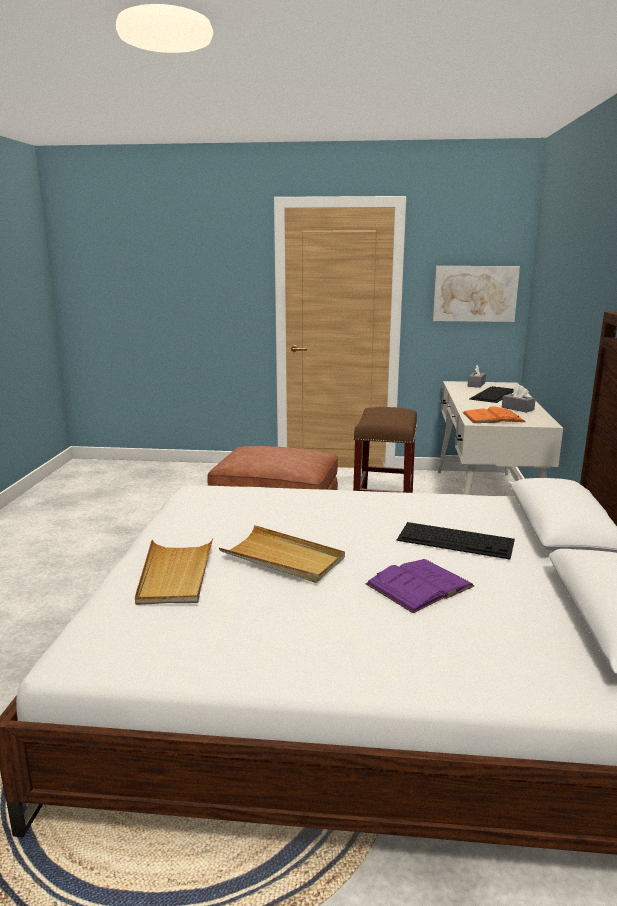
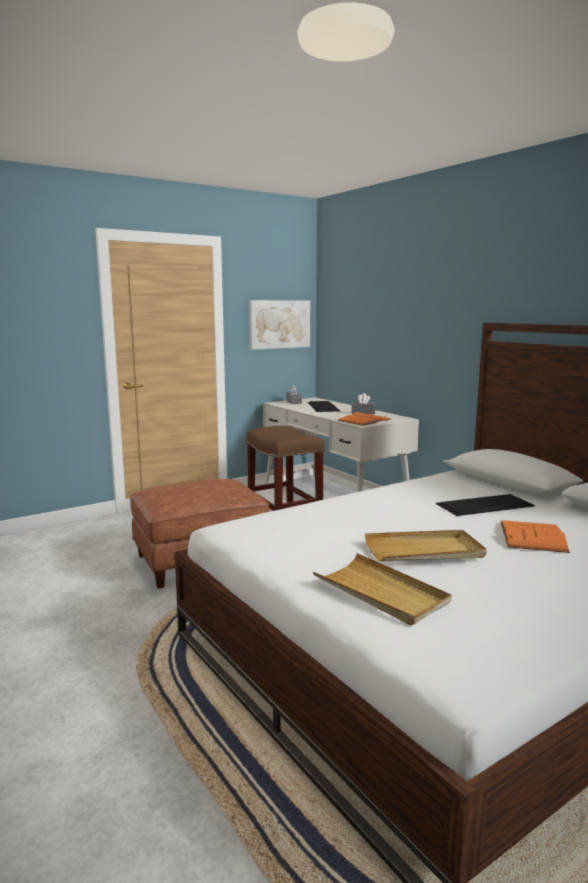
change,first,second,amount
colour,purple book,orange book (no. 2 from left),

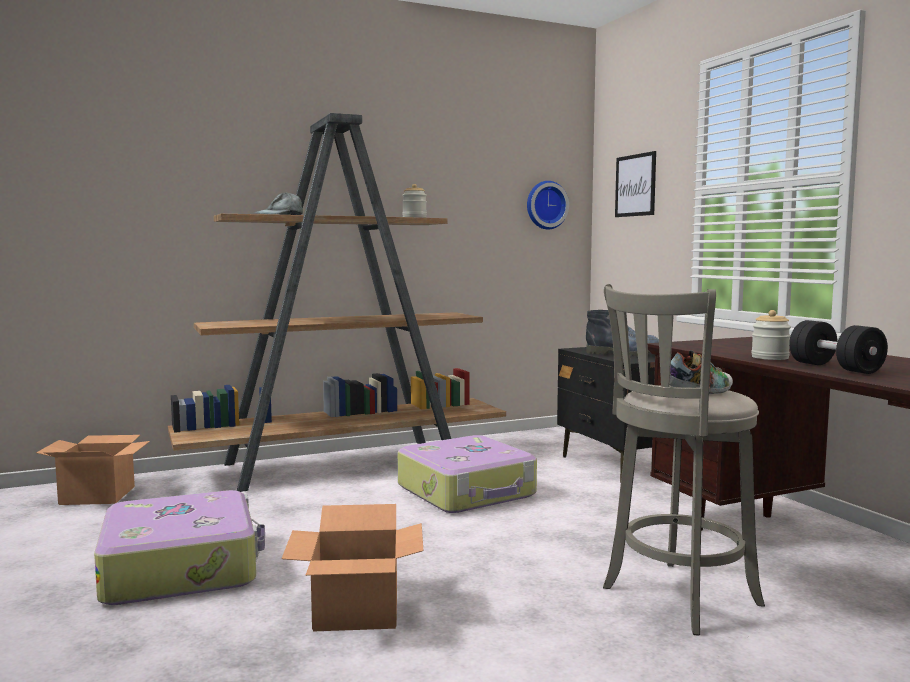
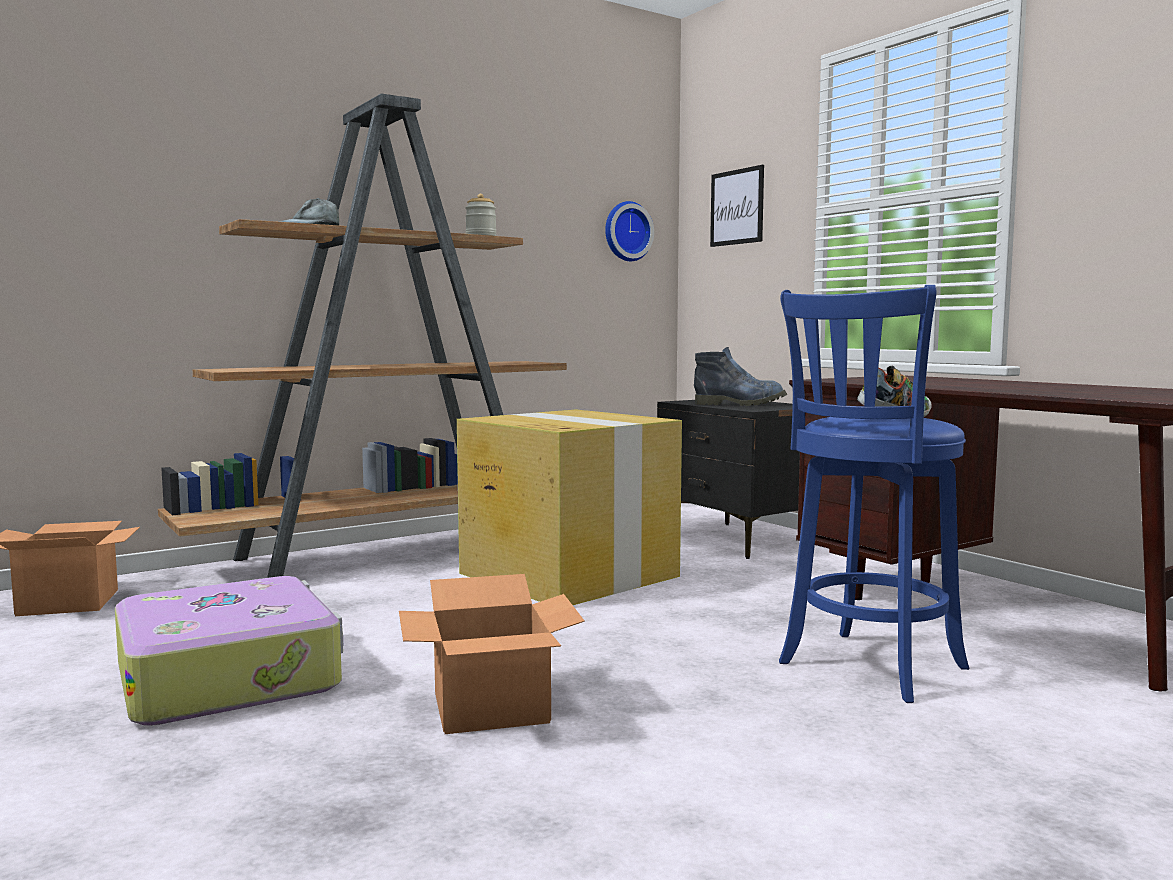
change,first,second,amount
colour,grey stool,blue stool,
missing,jar (no. 2 from left),,
missing,black dumbbell,,
exchanged,suitcase (no. 2 from left),cardboard box (no. 3 from left),

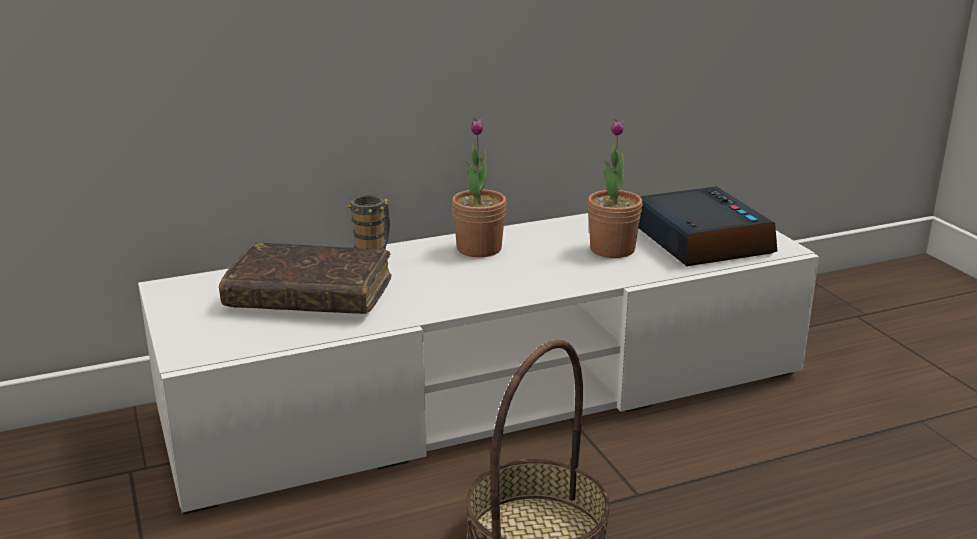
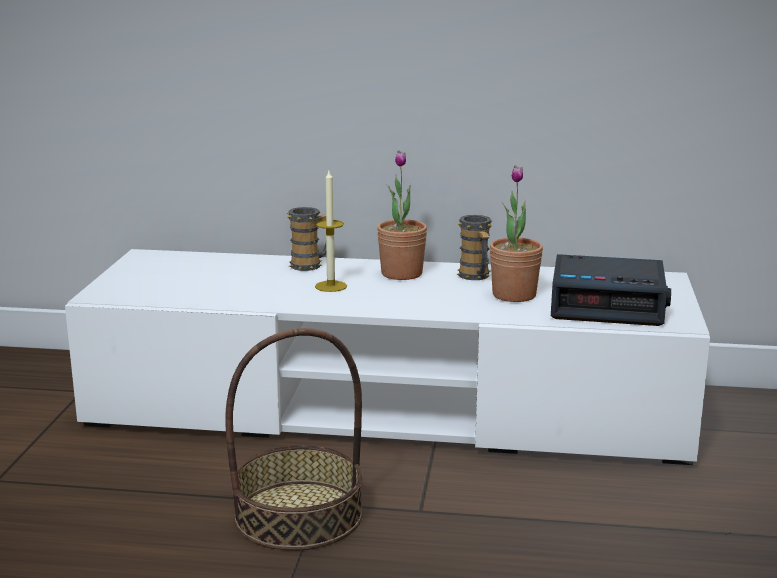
change,first,second,amount
spun,alarm clock,,90 degrees clockwise
missing,brown book,,
appeared,,candle,
appeared,,mug (no. 2 from left),

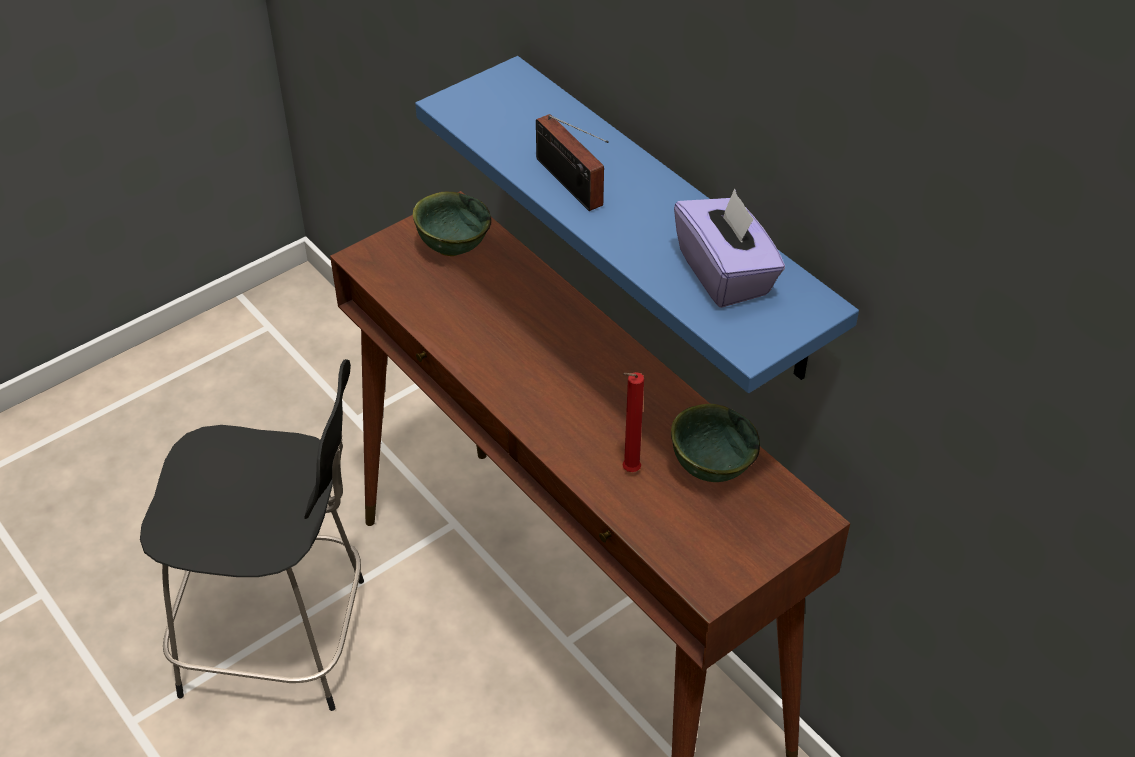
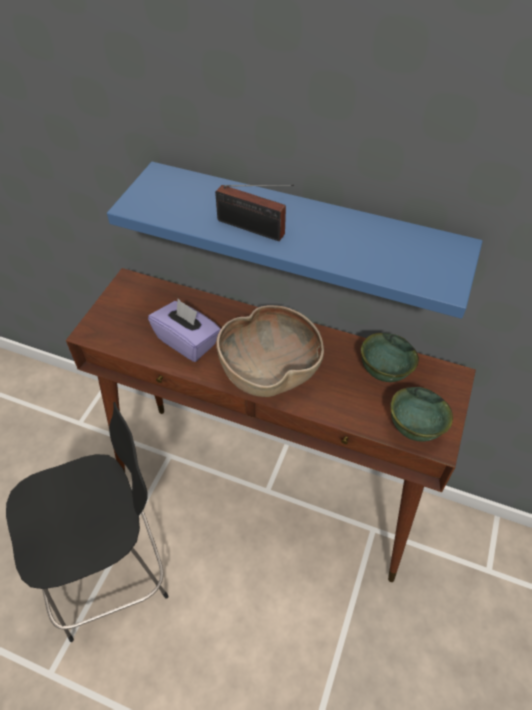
change,first,second,amount
relocated,purple tissue box,,
relocated,green bowl (no. 1 from left in the first image),green bowl (no. 2 from left),
missing,red candle,,
appeared,,brown bowl,

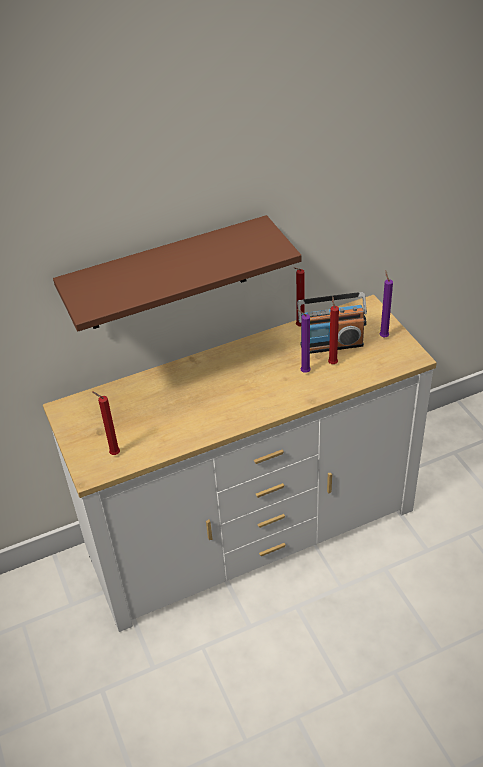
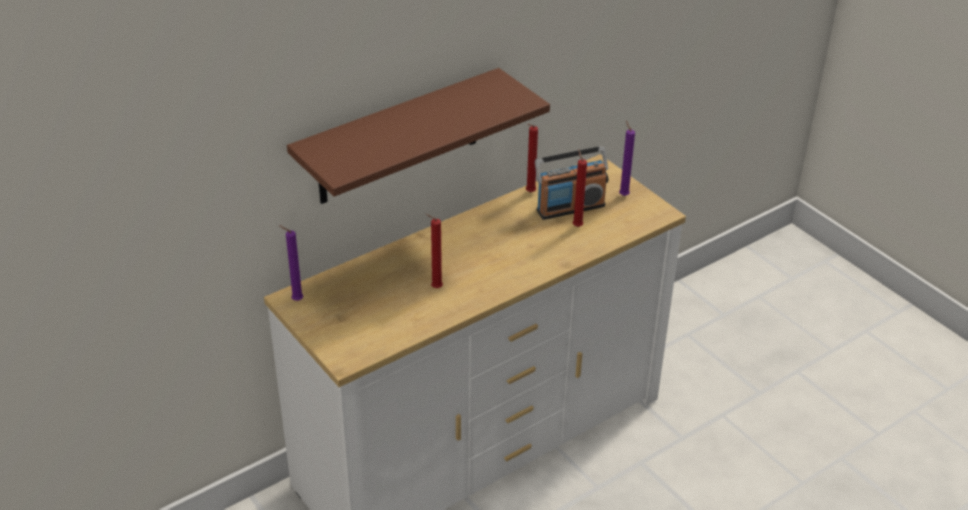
change,first,second,amount
relocated,purple candle (no. 1 from left),,
relocated,red candle (no. 1 from left),,

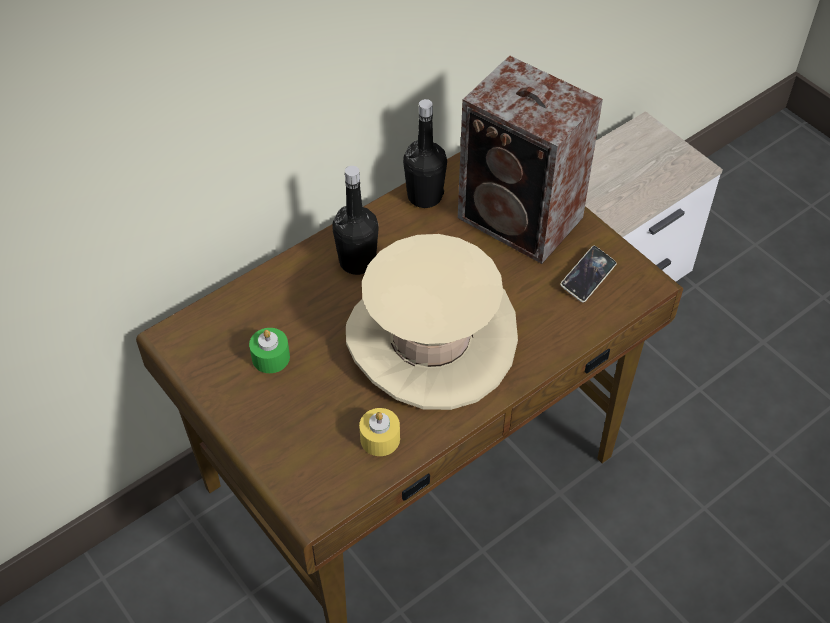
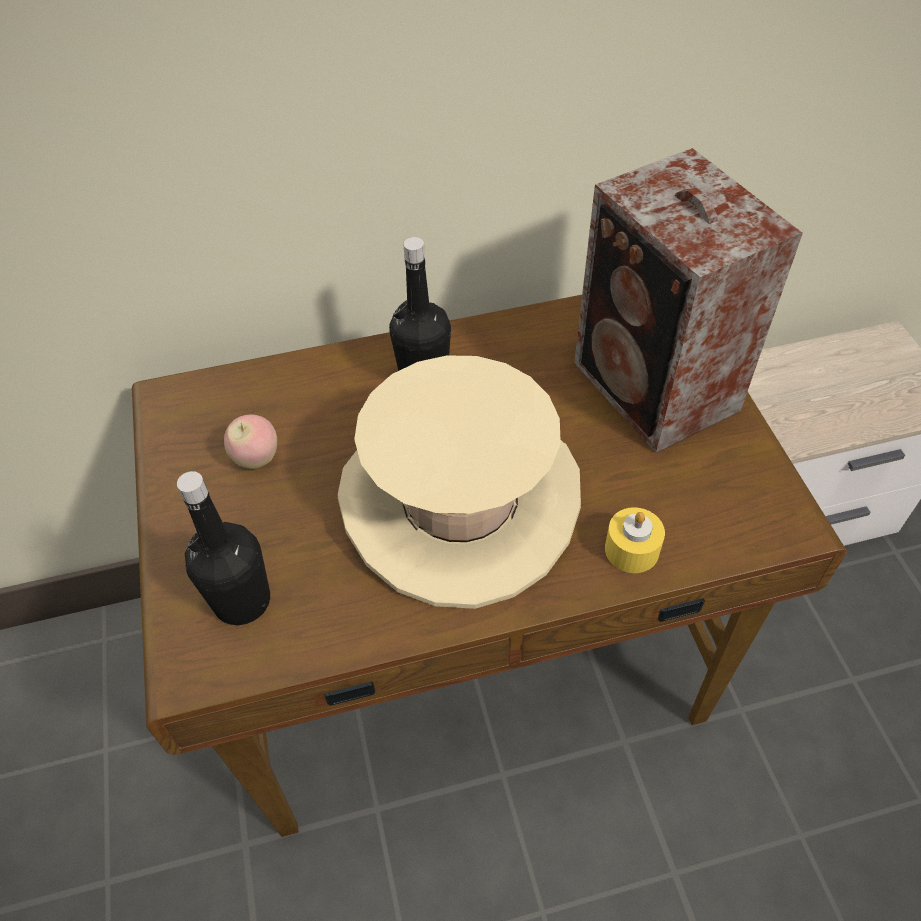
change,first,second,amount
relocated,black bottle (no. 2 from left in the first image),black bottle (no. 1 from left),
missing,phone,,
exchanged,green candle,apple,
relocated,yellow candle,,

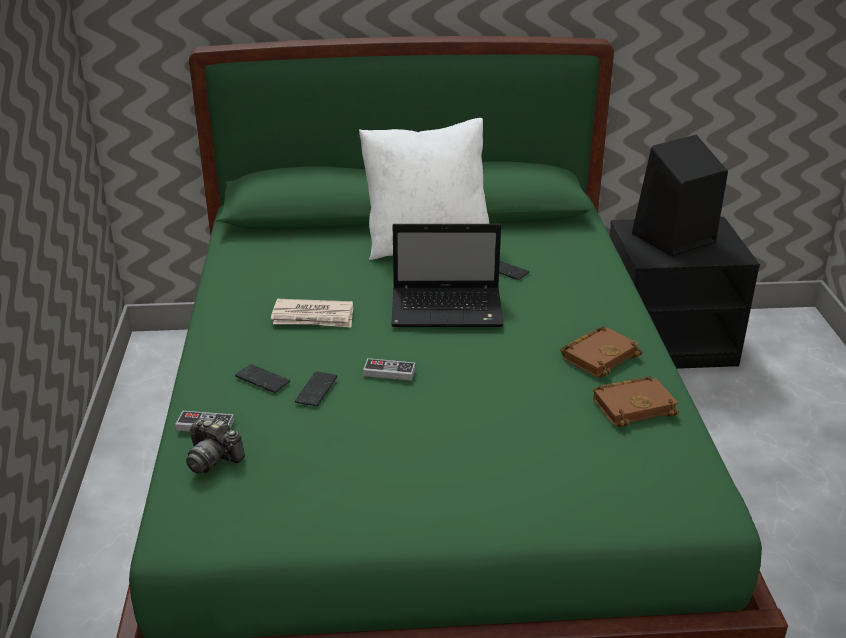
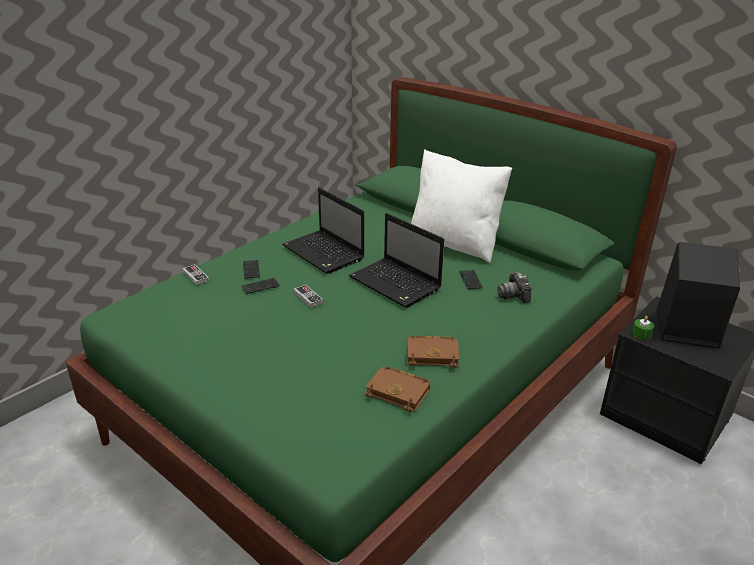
change,first,second,amount
exchanged,newspaper,laptop (no. 1 from left),
relocated,photo camera,,
appeared,,green candle,

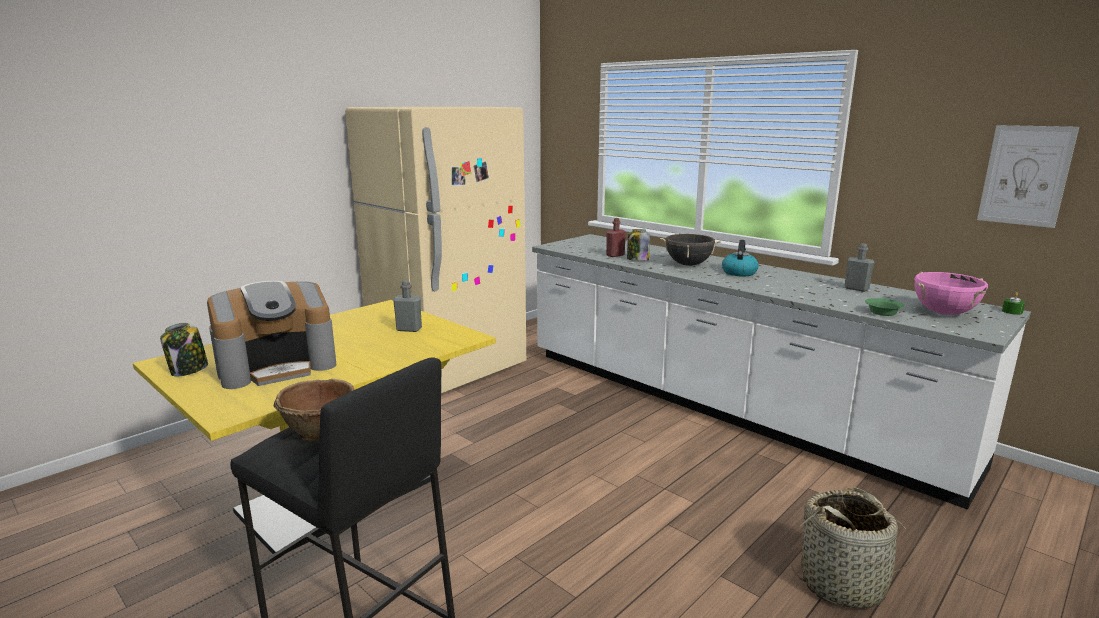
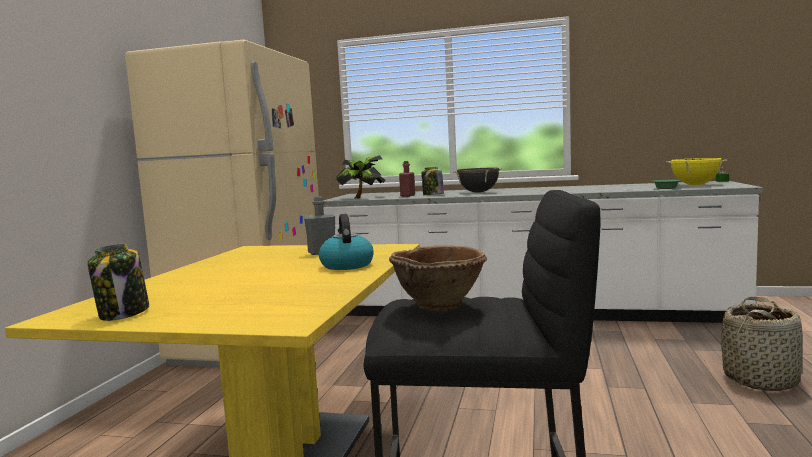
change,first,second,amount
missing,picture,,
relocated,kettle,,
missing,grey bottle (no. 2 from left),,
colour,pink cooking pot,yellow cooking pot,
missing,coffee machine,,
appeared,,potted plant,

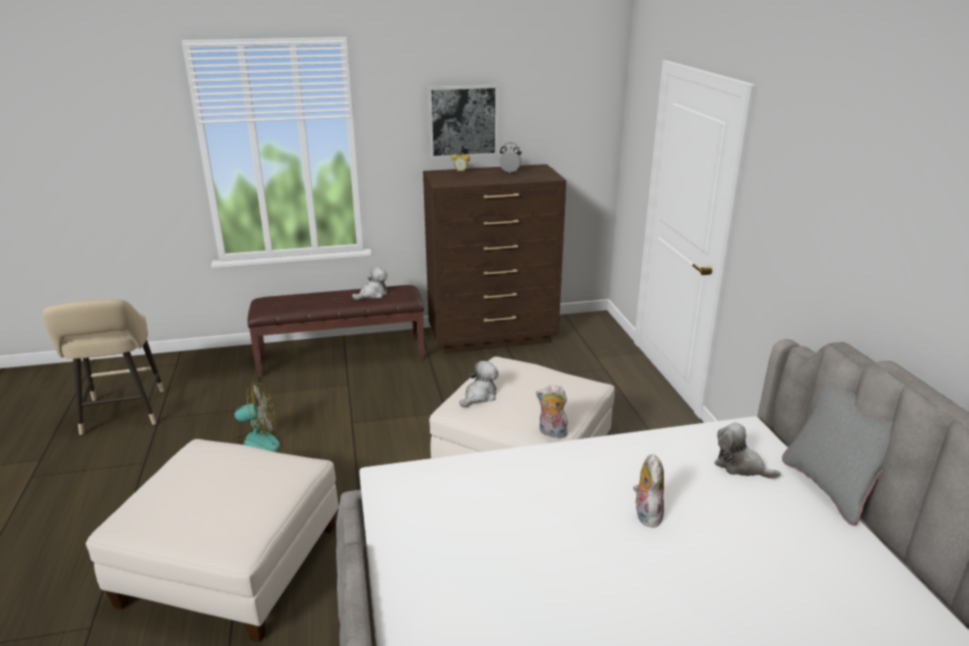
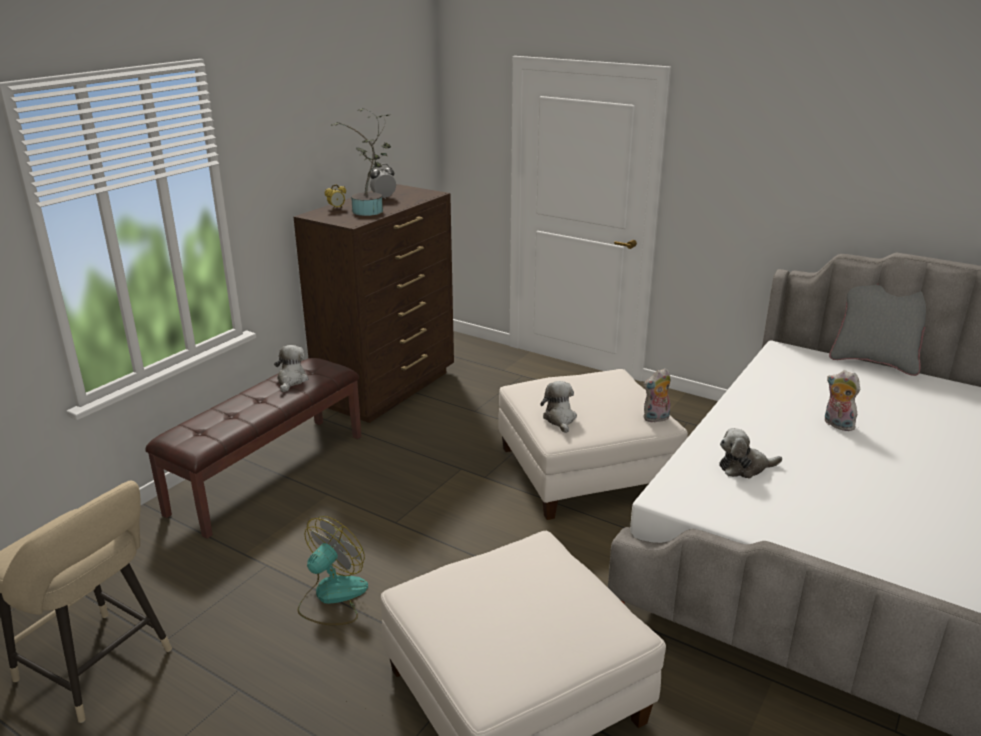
change,first,second,amount
missing,picture,,
relocated,plush toy (no. 5 from left in the first image),plush toy (no. 4 from left),
appeared,,potted plant,

